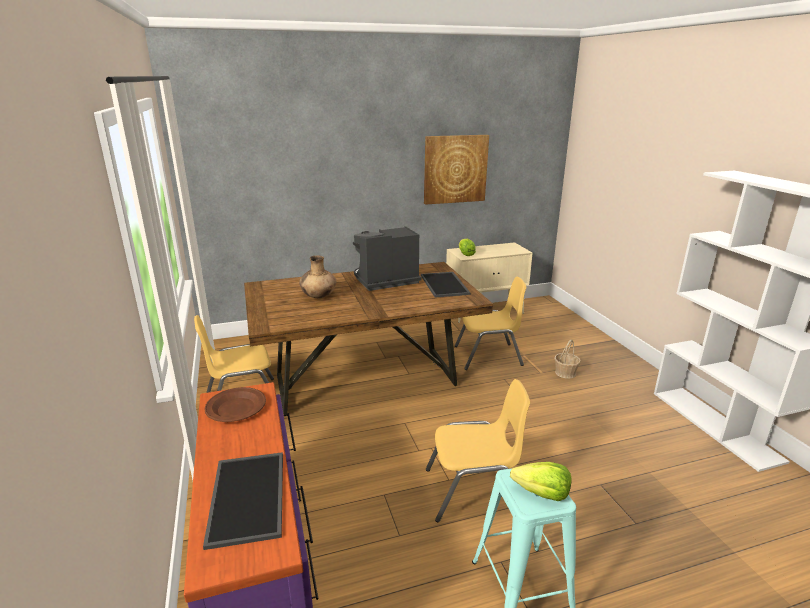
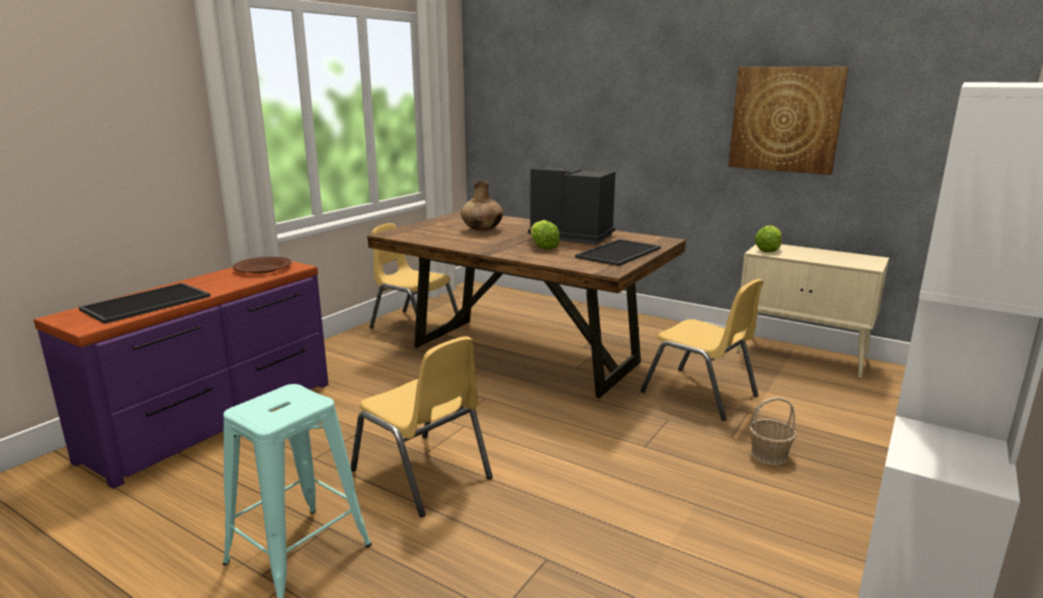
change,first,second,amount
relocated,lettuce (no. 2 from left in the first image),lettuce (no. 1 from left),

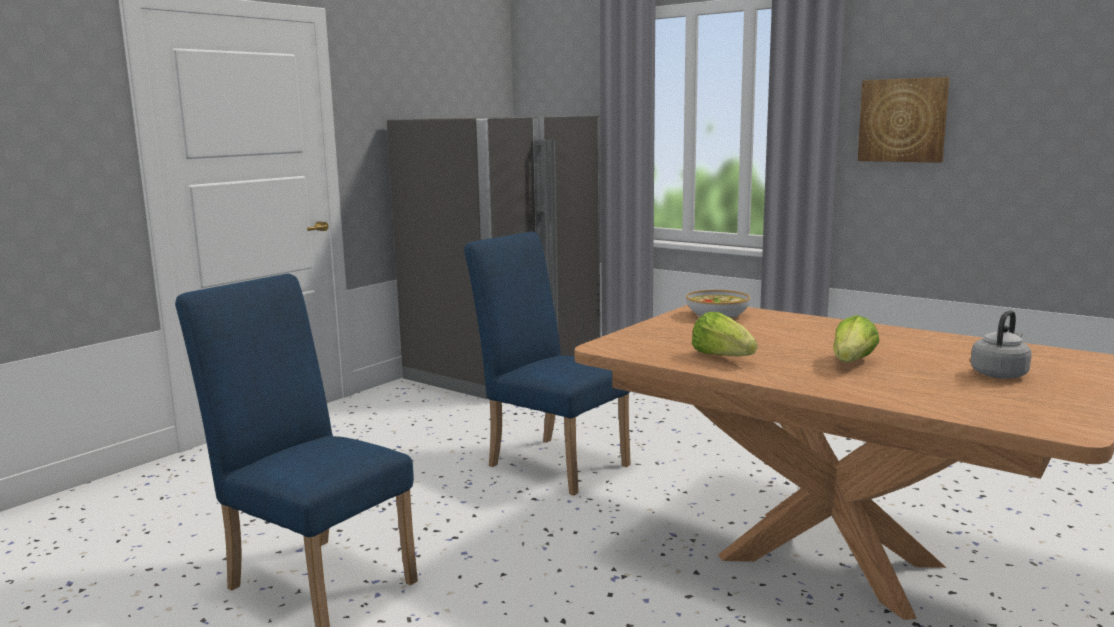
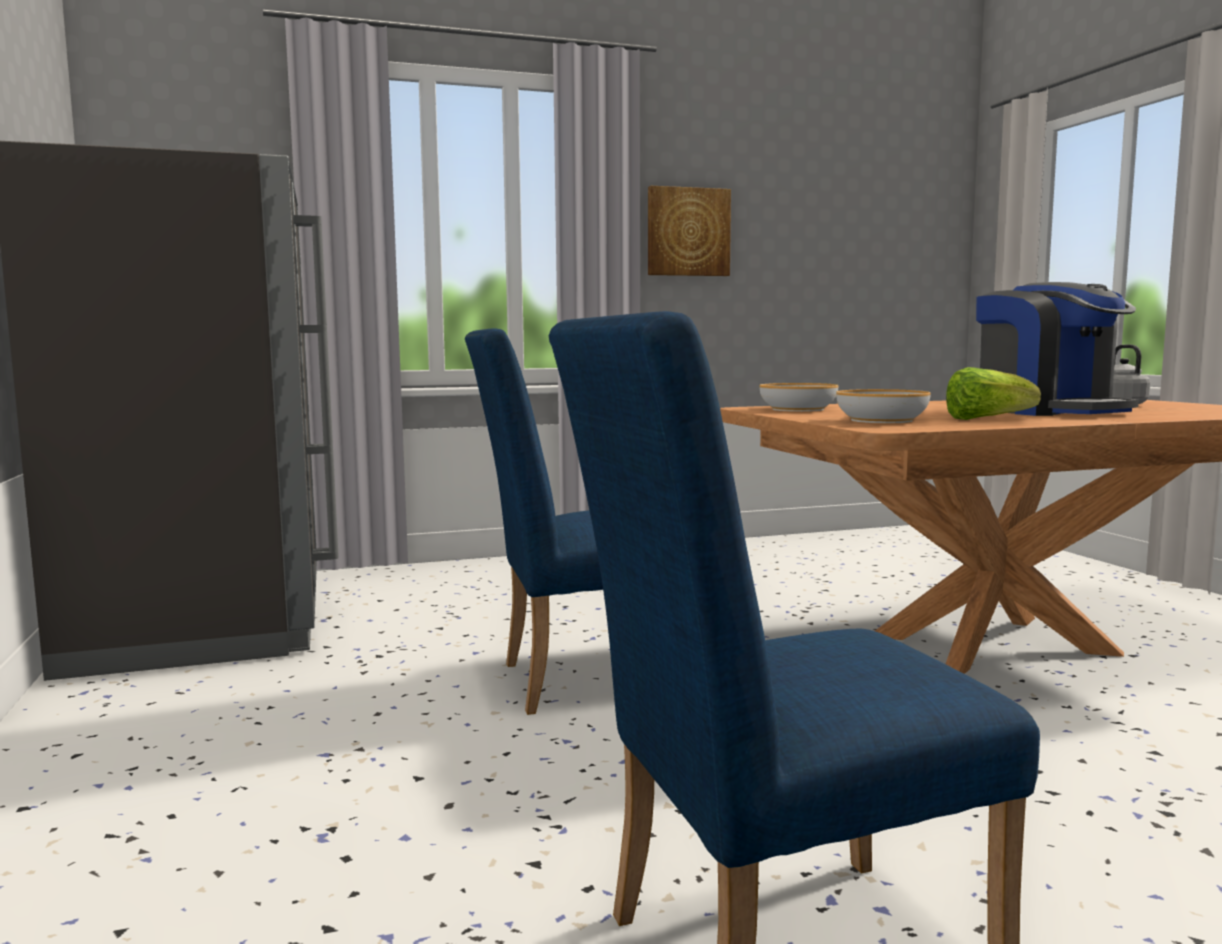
change,first,second,amount
exchanged,lettuce (no. 2 from left),coffee machine,
appeared,,bowl (no. 2 from left),

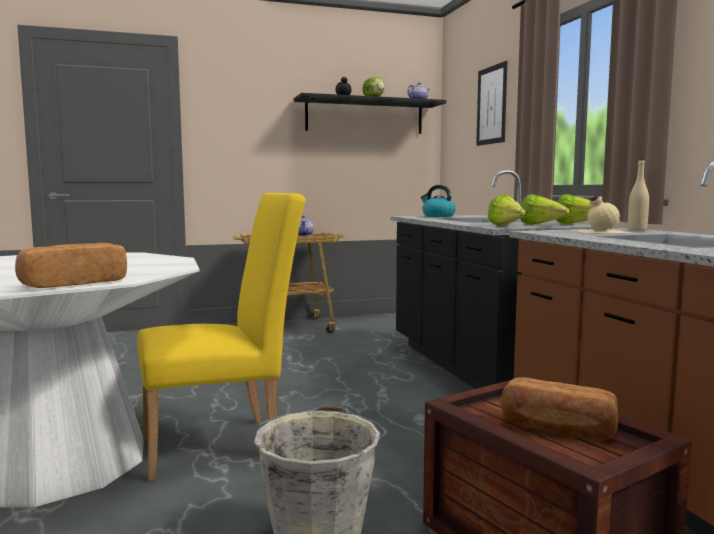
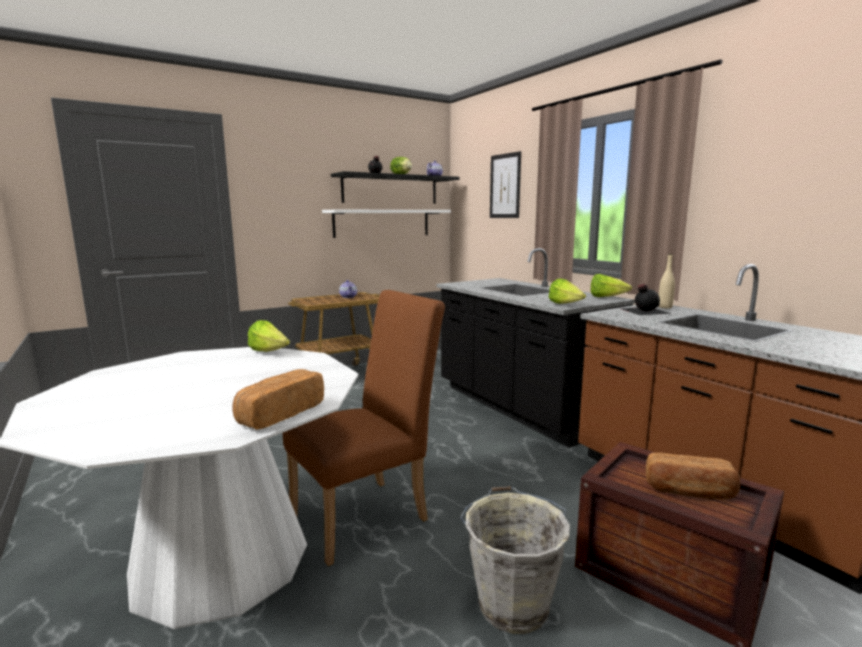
change,first,second,amount
missing,kettle,,
colour,yellow chair,brown chair,
relocated,lettuce (no. 3 from left in the first image),lettuce (no. 1 from left),
colour,beige bottle (no. 1 from left),black bottle (no. 2 from left),
appeared,,white shelf,

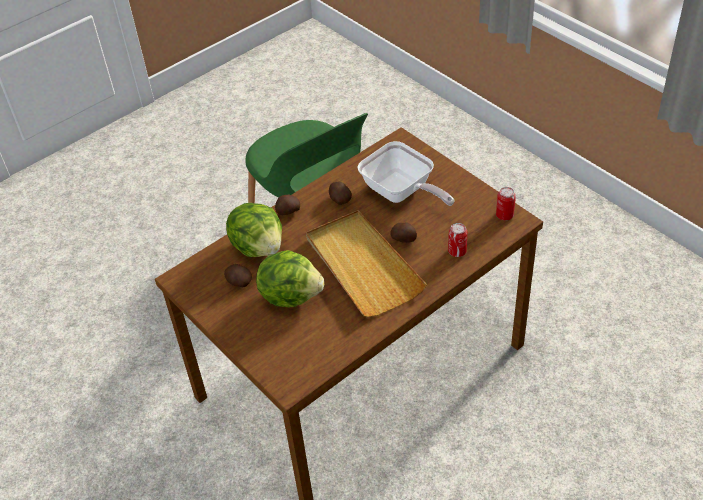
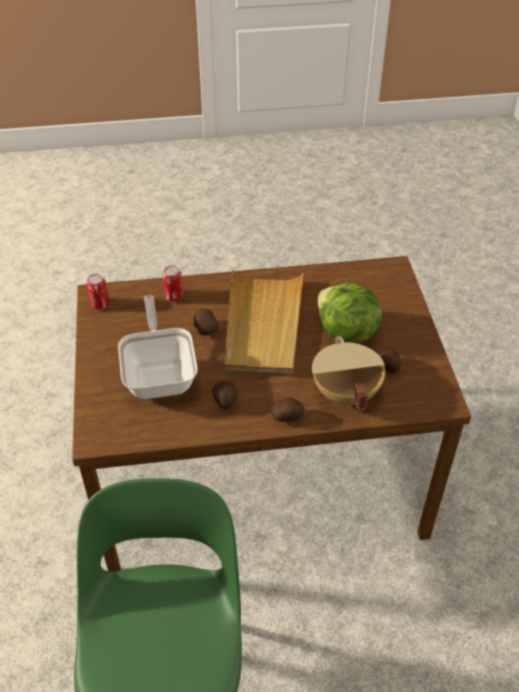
change,first,second,amount
exchanged,lettuce (no. 1 from left),beige cooking pot,

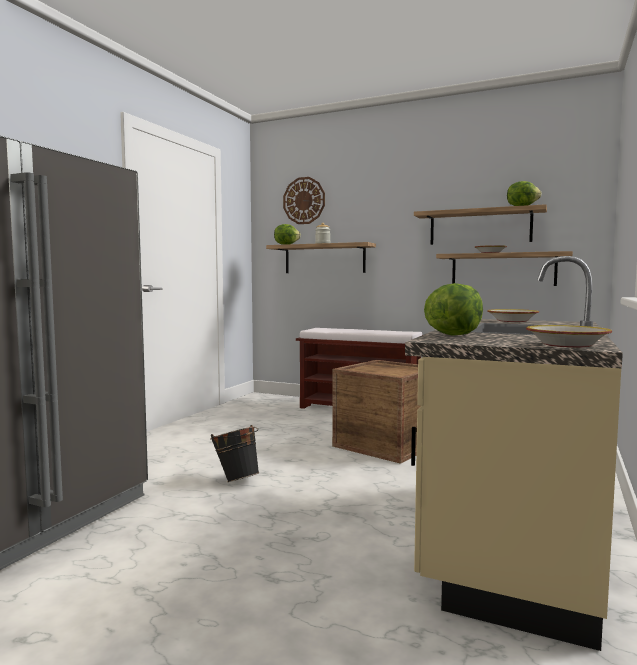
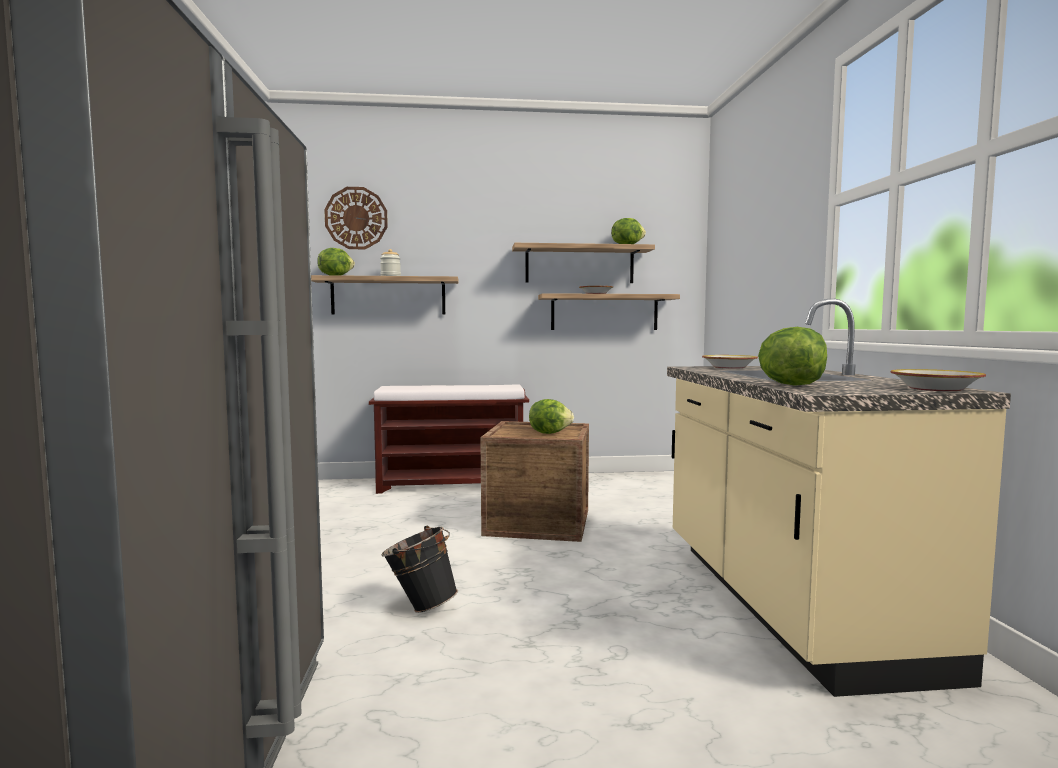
change,first,second,amount
appeared,,lettuce (no. 2 from left),

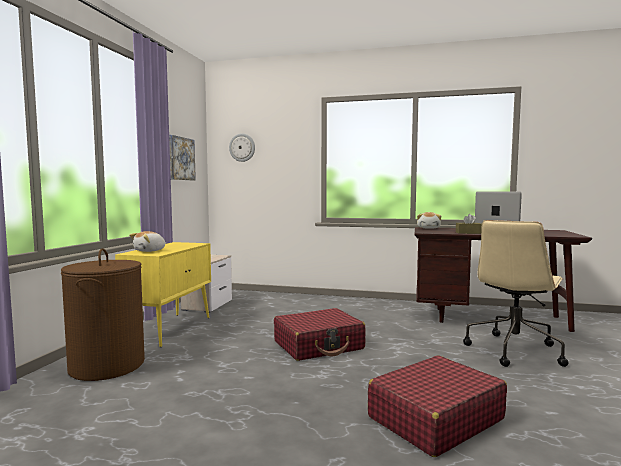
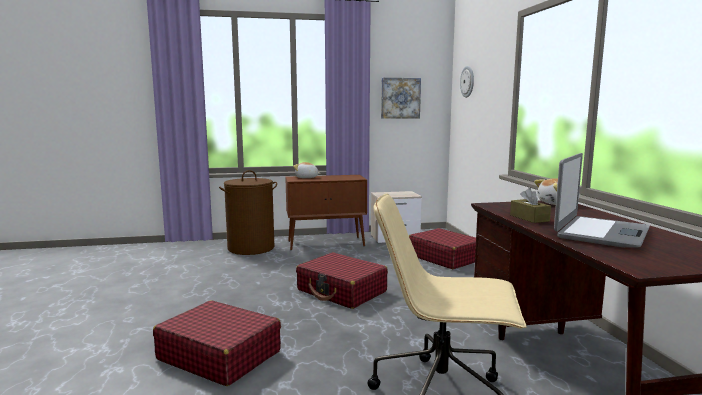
change,first,second,amount
colour,yellow cabinet,brown cabinet,
appeared,,red suitcase (no. 3 from left),

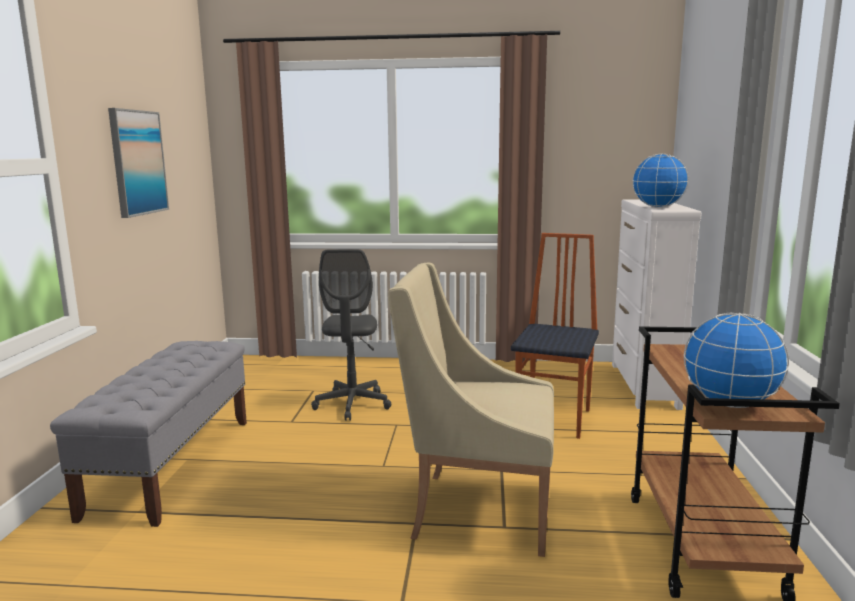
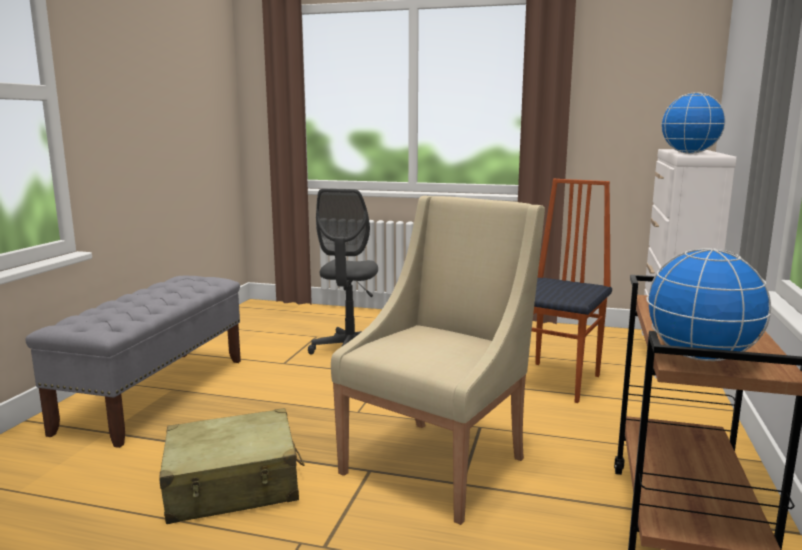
change,first,second,amount
missing,picture,,
spun,beige armchair,,105 degrees clockwise
appeared,,beige suitcase,

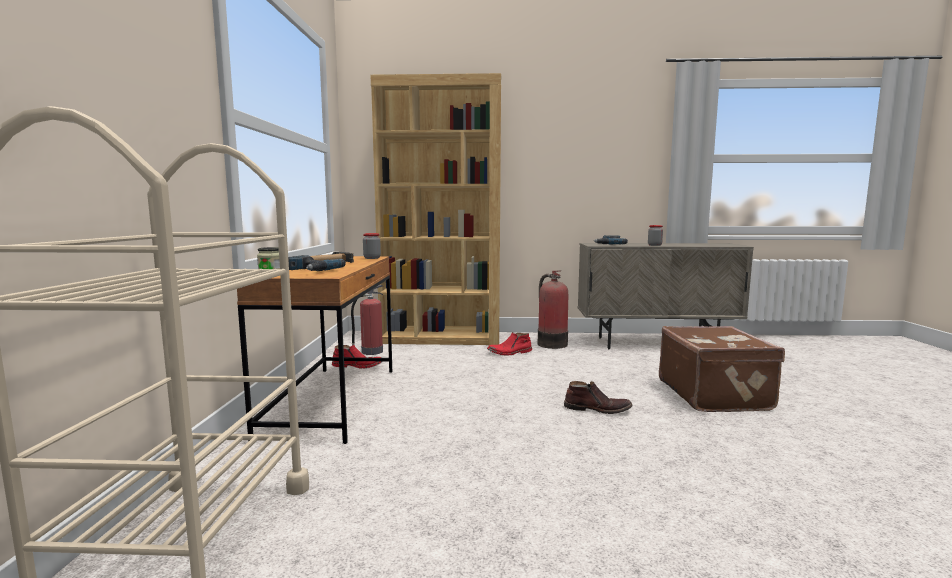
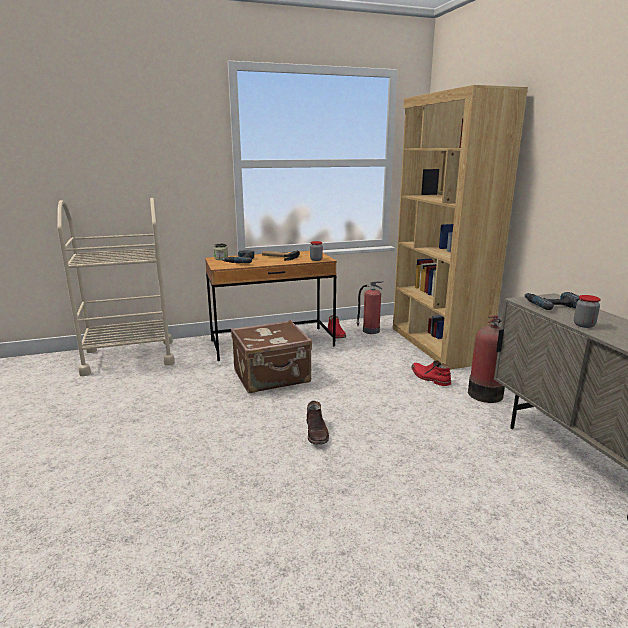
change,first,second,amount
relocated,brown suitcase,,

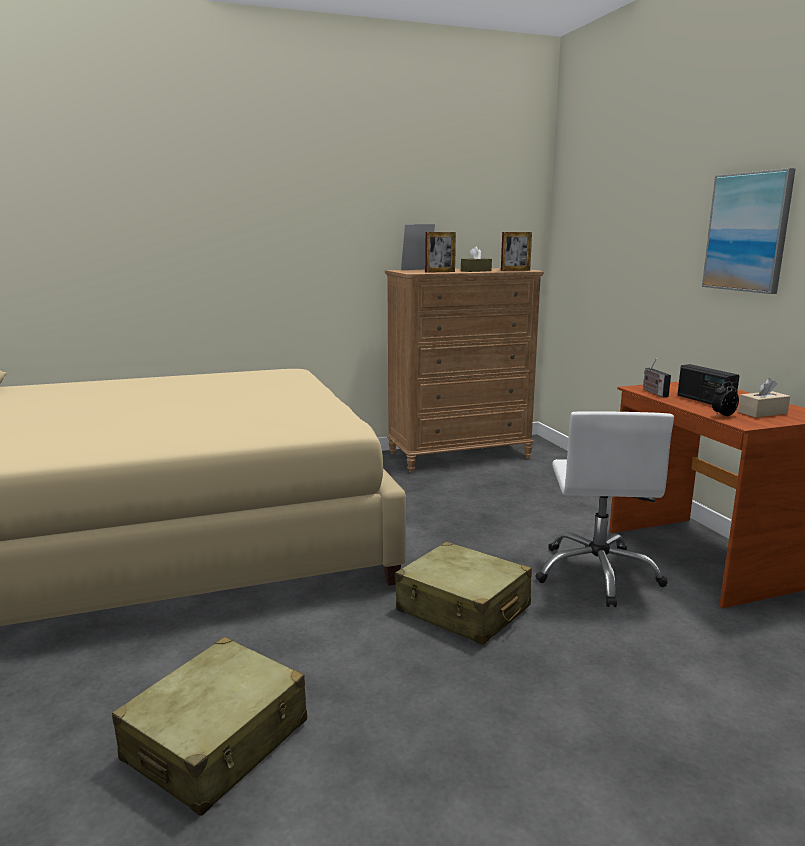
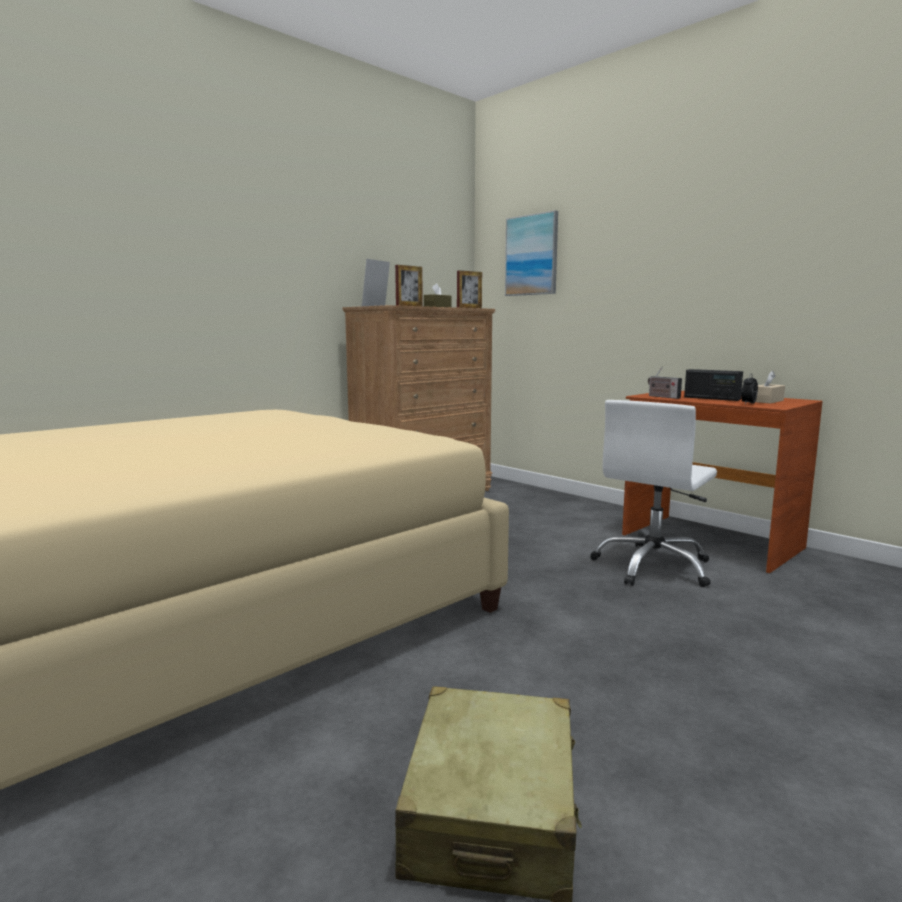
change,first,second,amount
relocated,picture,,
spun,white office chair,,60 degrees clockwise
missing,beige suitcase (no. 2 from left),,

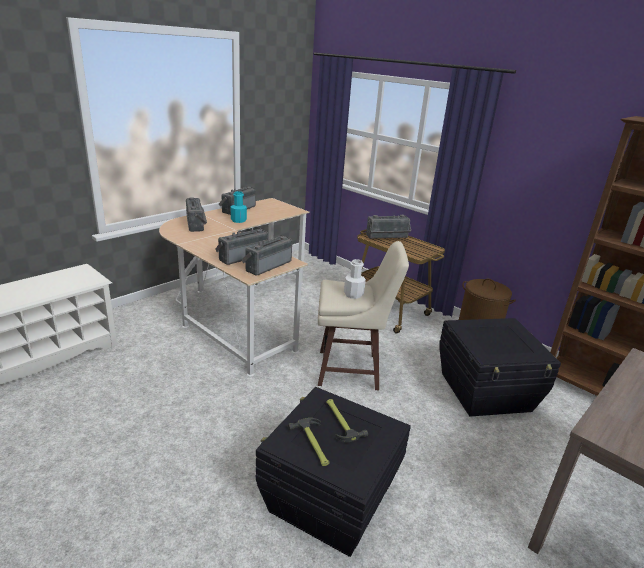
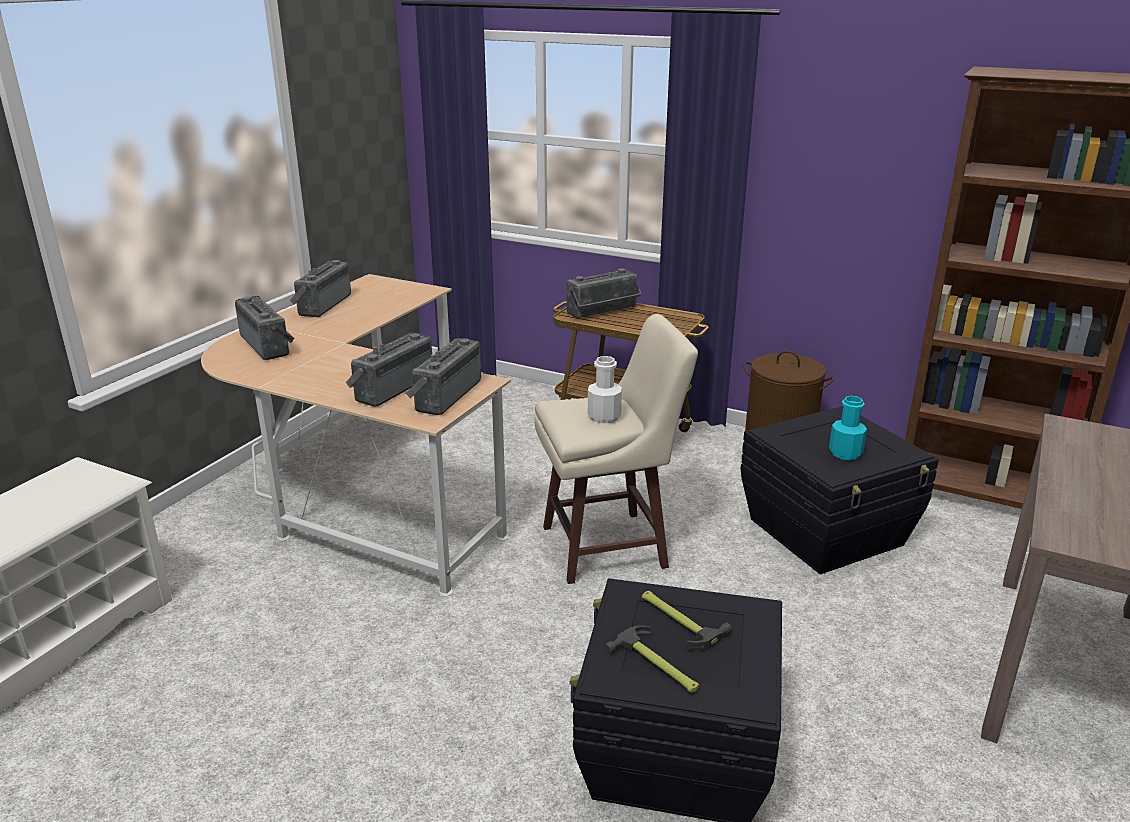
change,first,second,amount
relocated,turquoise bottle,,

